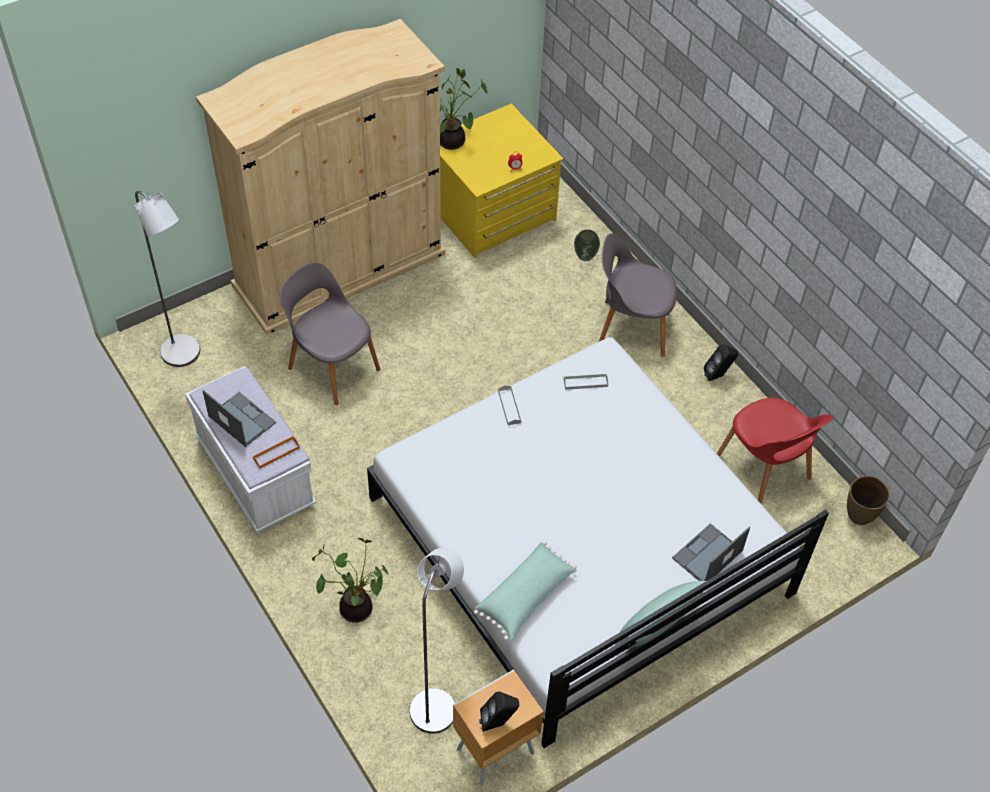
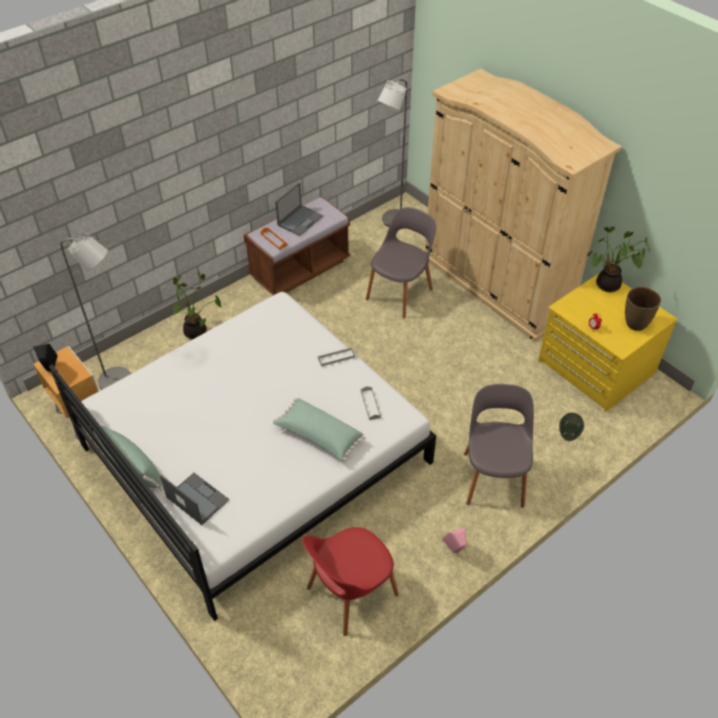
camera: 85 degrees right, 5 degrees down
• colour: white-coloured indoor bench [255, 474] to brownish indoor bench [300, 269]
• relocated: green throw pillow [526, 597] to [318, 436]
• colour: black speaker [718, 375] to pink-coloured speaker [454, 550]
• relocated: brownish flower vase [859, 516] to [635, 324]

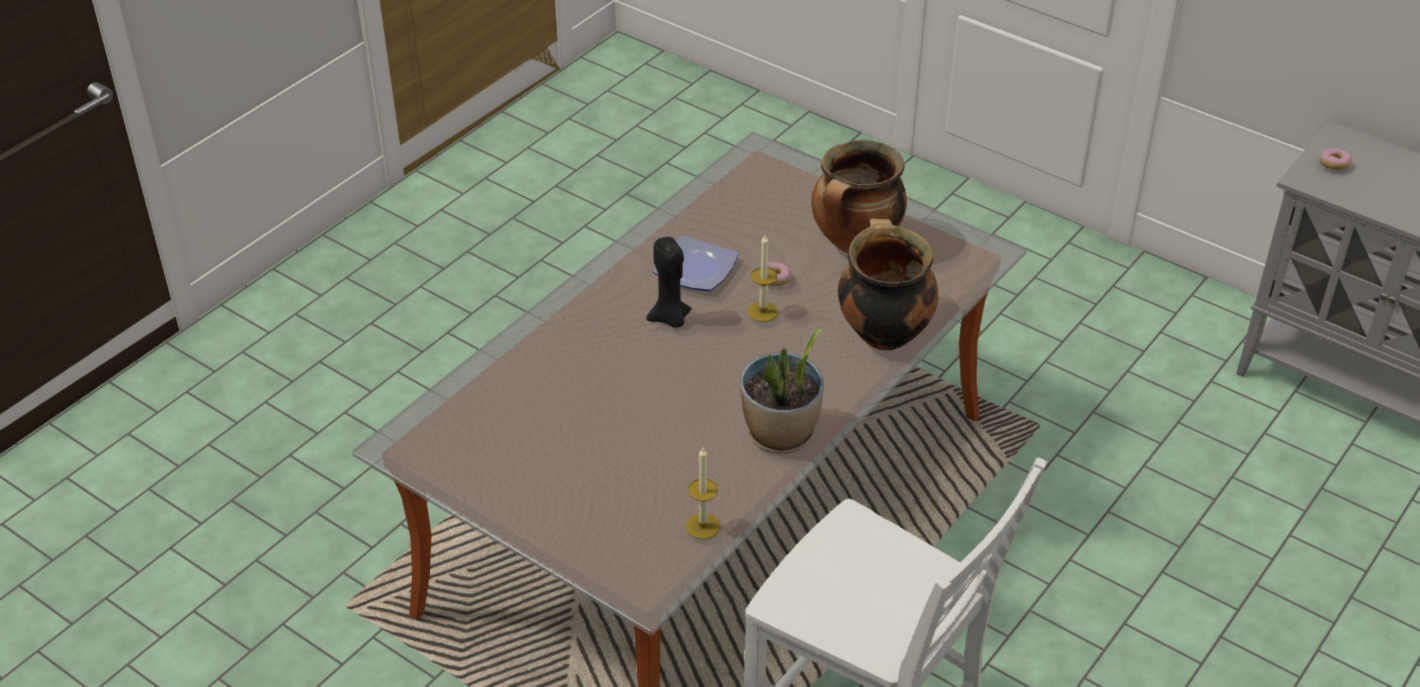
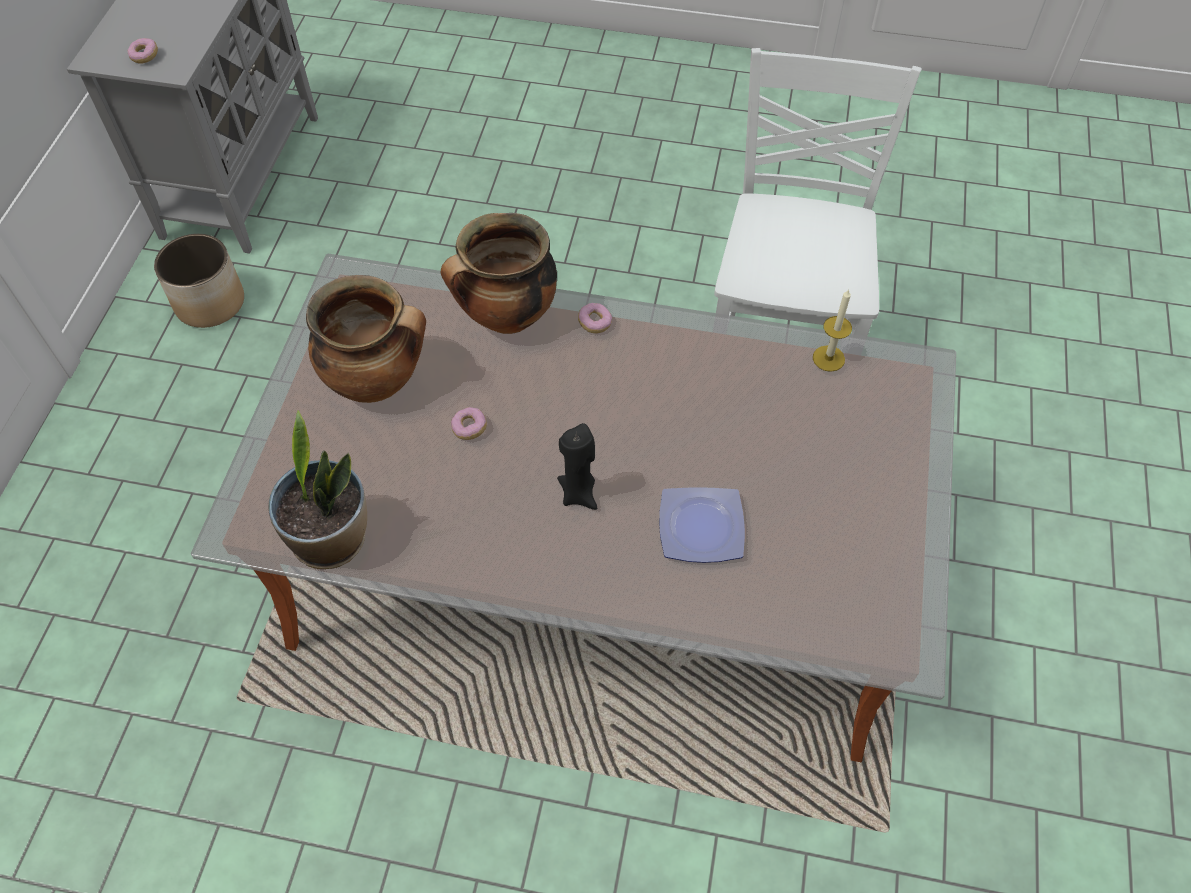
camera: 115 degrees left, 15 degrees up
• appeared: flower pot [210, 302]
• relocated: houseplant [780, 434] to [332, 539]
• appeared: doughnut [595, 323]
• relocated: dinner plate [695, 268] to [699, 529]
• missing: wax candle [763, 312]

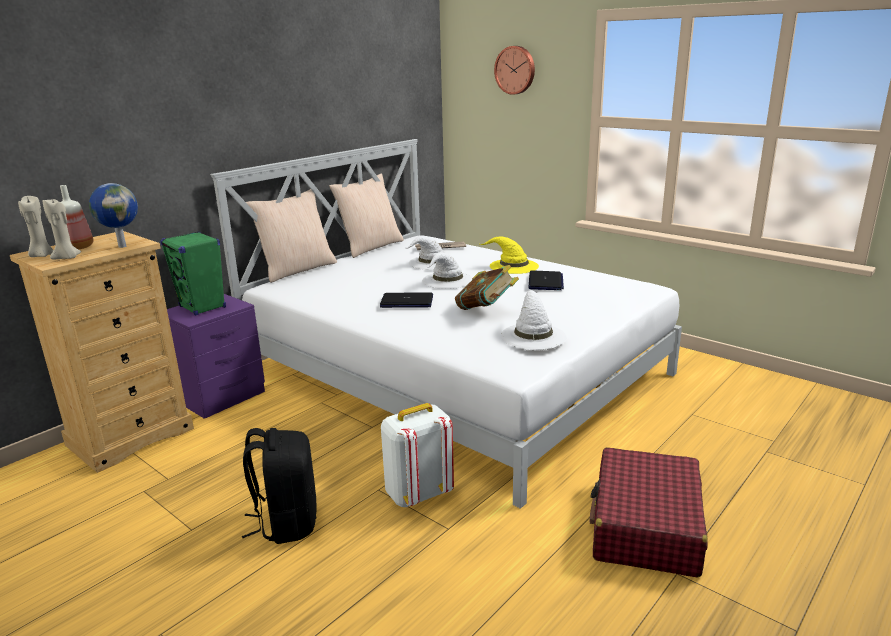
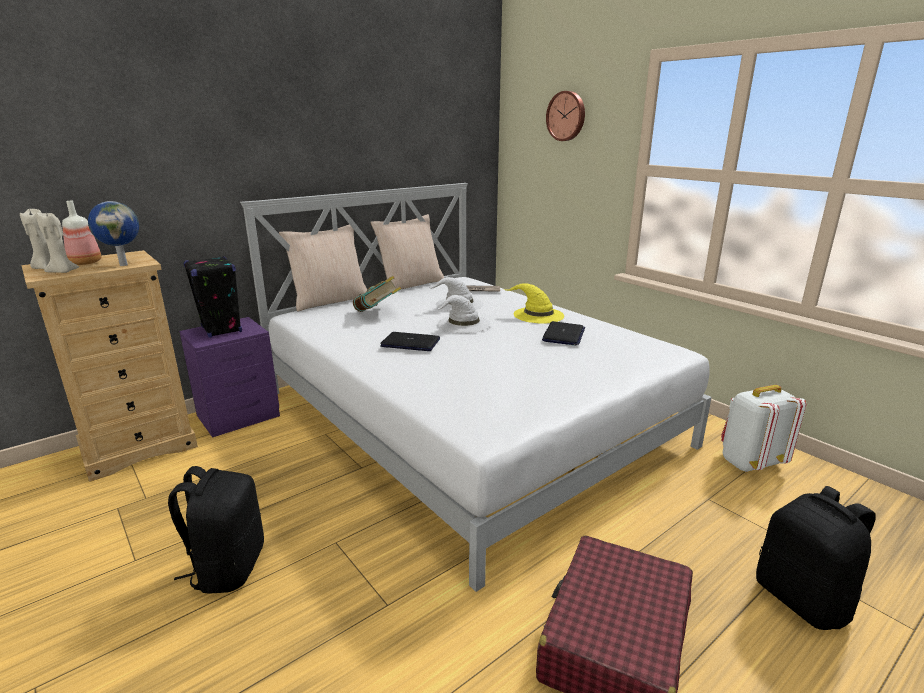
camera: 10 degrees right, 0 degrees up
• colour: green speaker [202, 307] to black speaker [221, 330]
• relocated: bound book [486, 310] to [377, 313]
• relocated: white-coloured backpack [418, 494] to [749, 462]
• appeared: black backpack [803, 599]
• missing: white-coloured clothing hat [532, 335]

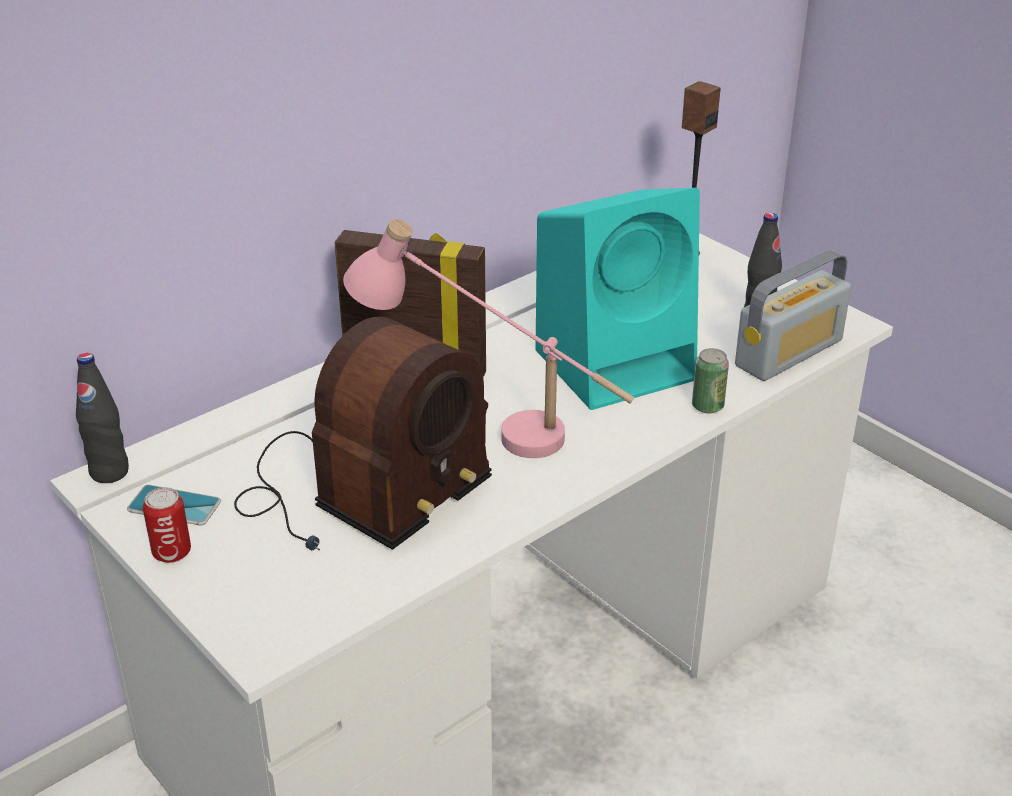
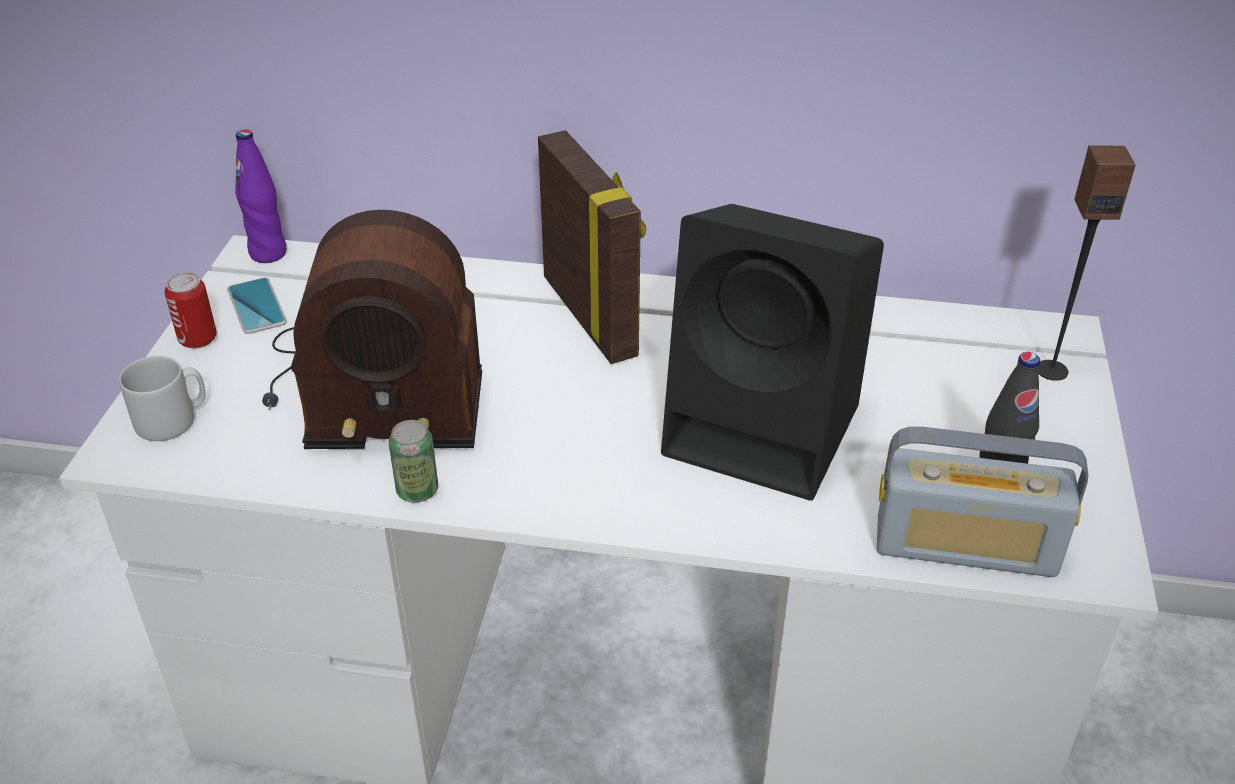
camera: 50 degrees right, 5 degrees up
• appeared: greyish mug [173, 420]
• colour: black bottle [109, 472] to purple bottle [268, 253]
• relocated: can [707, 406] to [417, 491]
• colour: turquoise speaker [617, 363] to black speaker [767, 430]
• missing: pink-coloured lamp for a table [488, 428]

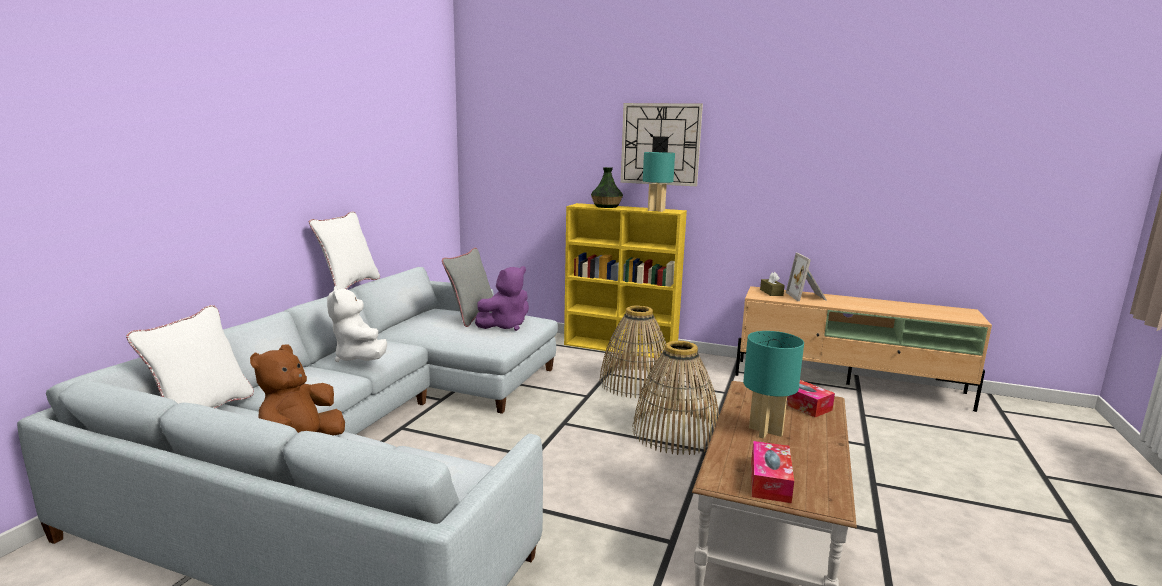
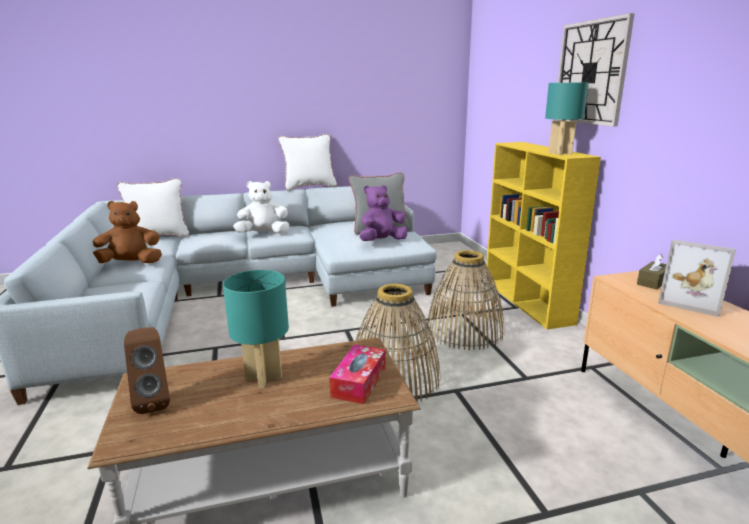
camera: 55 degrees right, 5 degrees up
• exchanged: box of tissues [770, 481] to brownish speaker [154, 401]
• spun: white-coloured plush toy [360, 358] = [263, 234] 45 degrees clockwise
• spun: purple plush toy [505, 326] = [382, 241] 135 degrees clockwise
• spun: picture frame [807, 297] = [691, 301] 105 degrees counterclockwise
• missing: flower vase [606, 206]

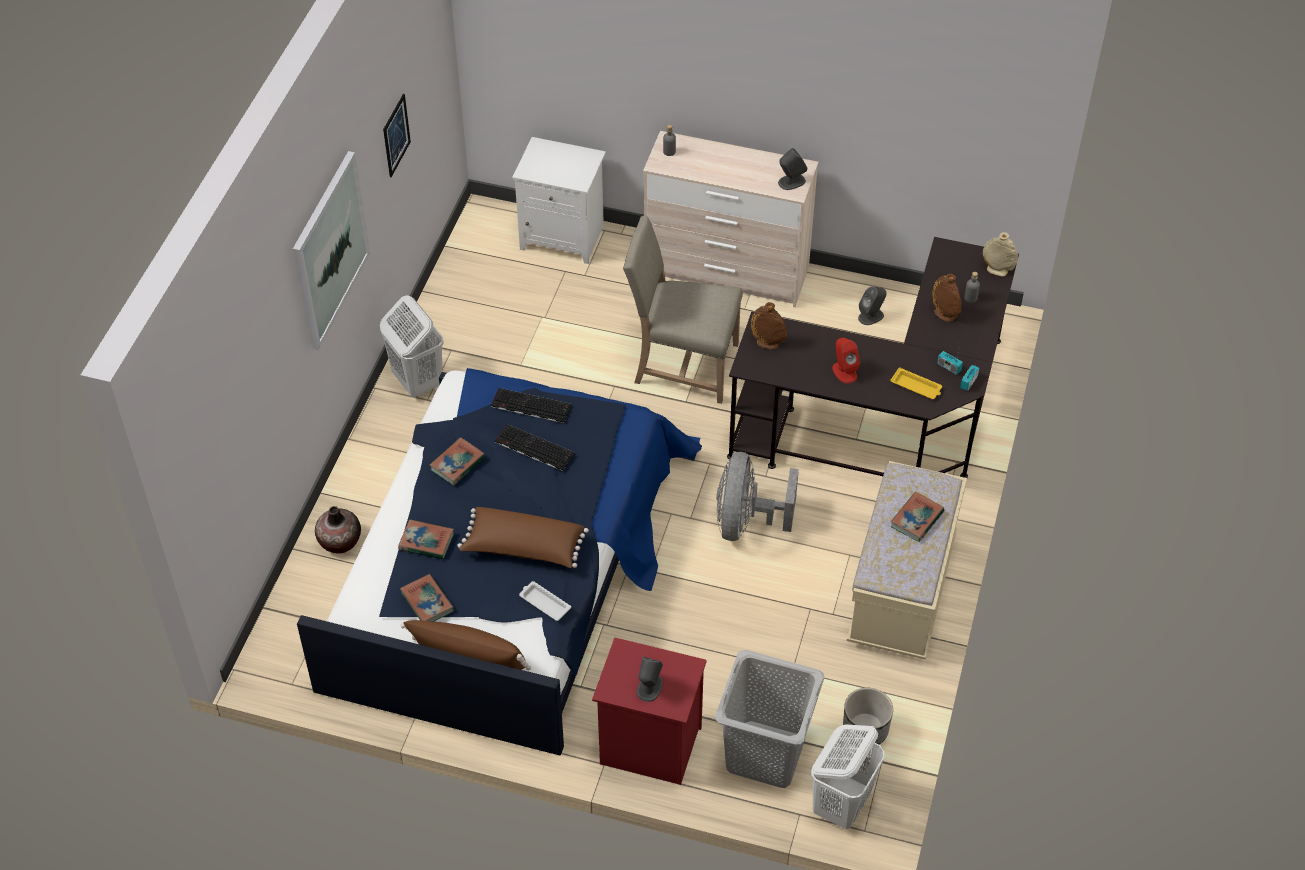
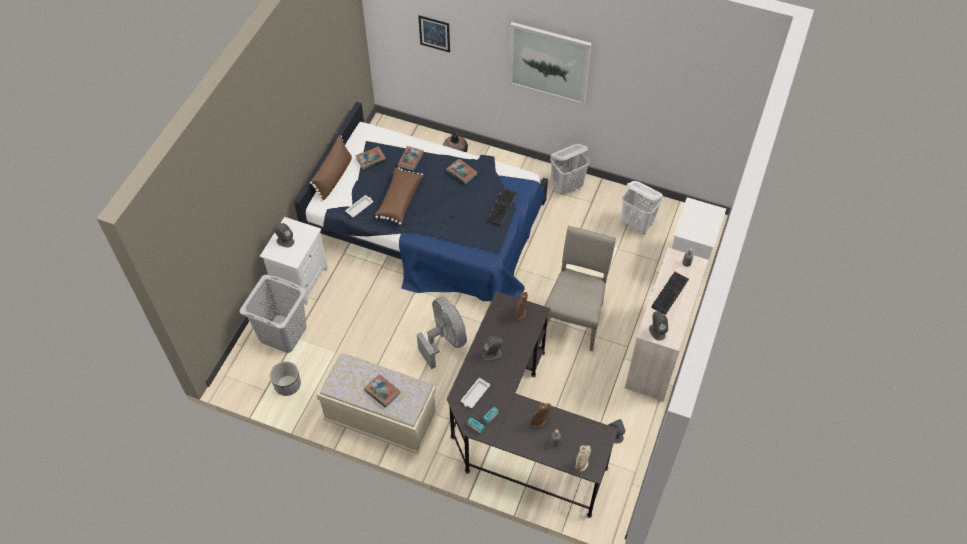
camera: 95 degrees right, 5 degrees up
• colour: red nightstand [647, 746] to white-coloured nightstand [300, 280]
• spun: greyish cooling fan [746, 522] = [444, 341] 45 degrees clockwise
• relocated: wall art [396, 135] to [434, 33]
• colour: yellowish tray [916, 387] to white-coloured tray [475, 394]
• colour: red speaker [844, 371] to greyish speaker [492, 354]
• relocated: white-coloured hamper [841, 804] to [637, 224]
• relocated: PC keyboard [533, 448] to [669, 292]

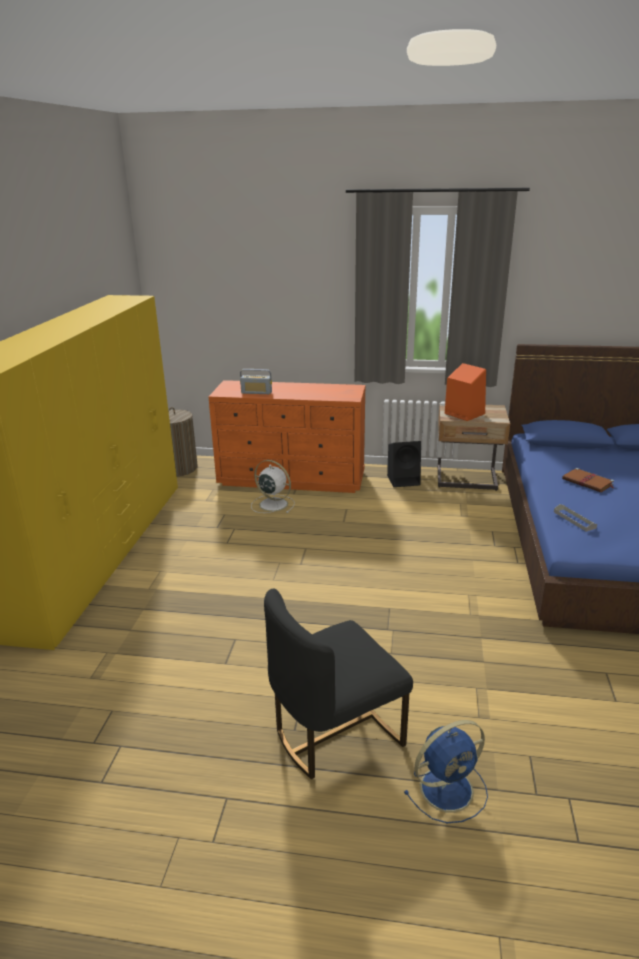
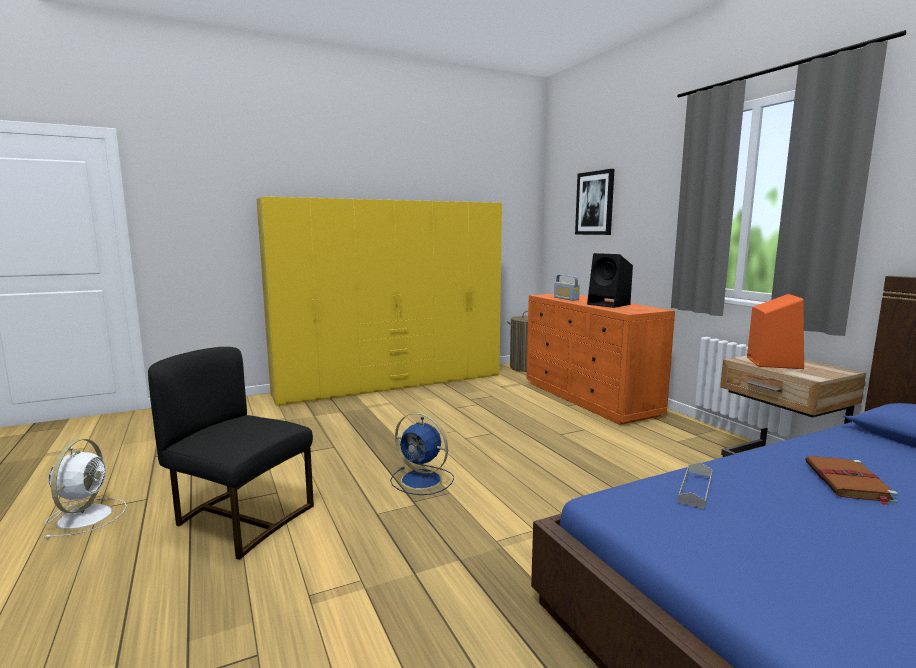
camera: 55 degrees right, 15 degrees down
• relocated: white-coloured cooling fan [272, 504] to [86, 516]
• relocated: bluish cooling fan [448, 788] to [423, 480]
• appeared: wall art [595, 203]
• relocated: black speaker [404, 480] to [609, 304]

